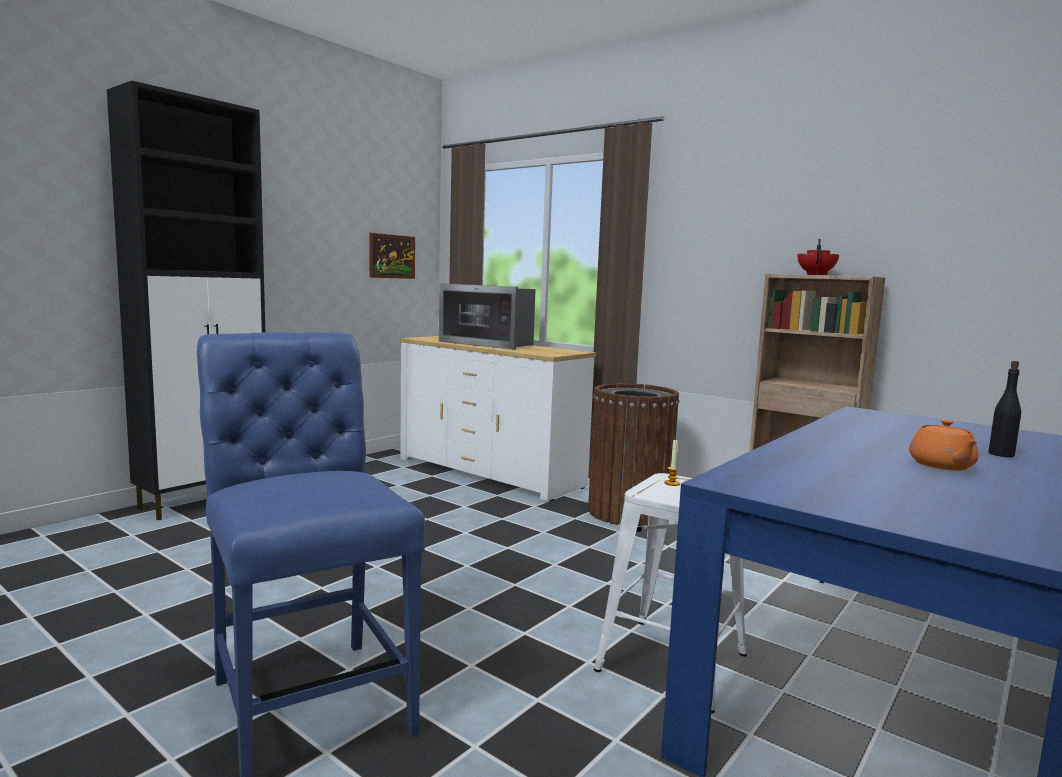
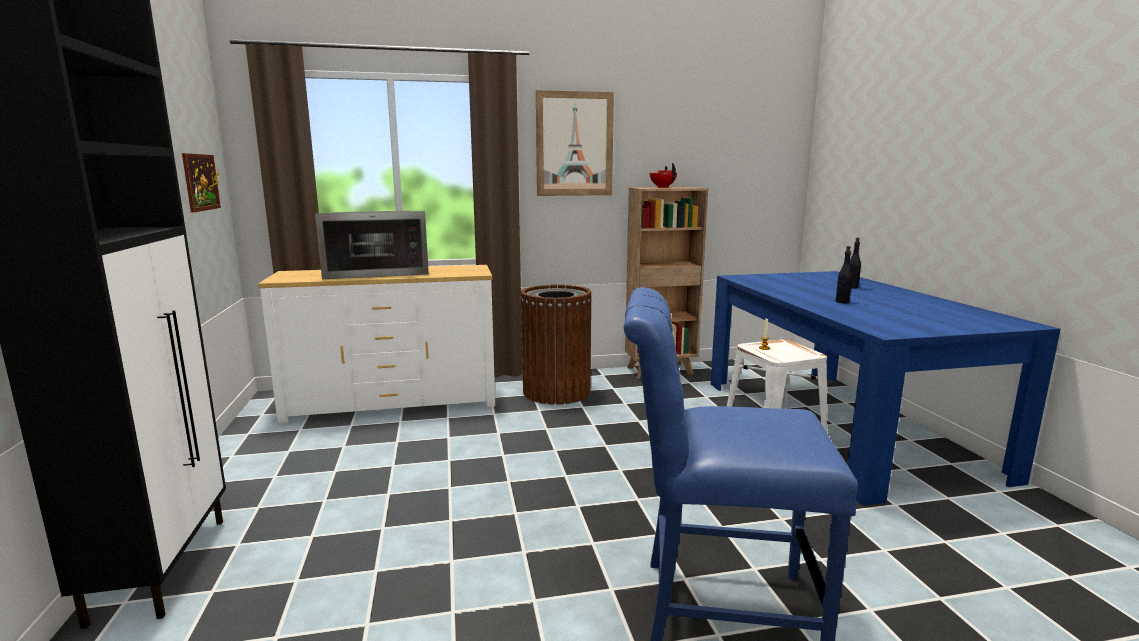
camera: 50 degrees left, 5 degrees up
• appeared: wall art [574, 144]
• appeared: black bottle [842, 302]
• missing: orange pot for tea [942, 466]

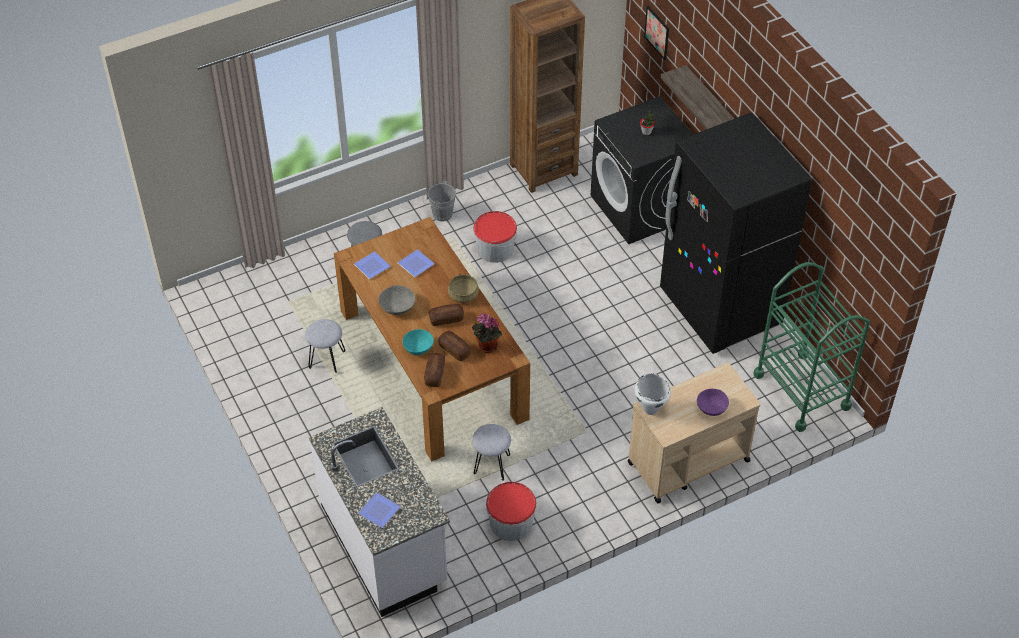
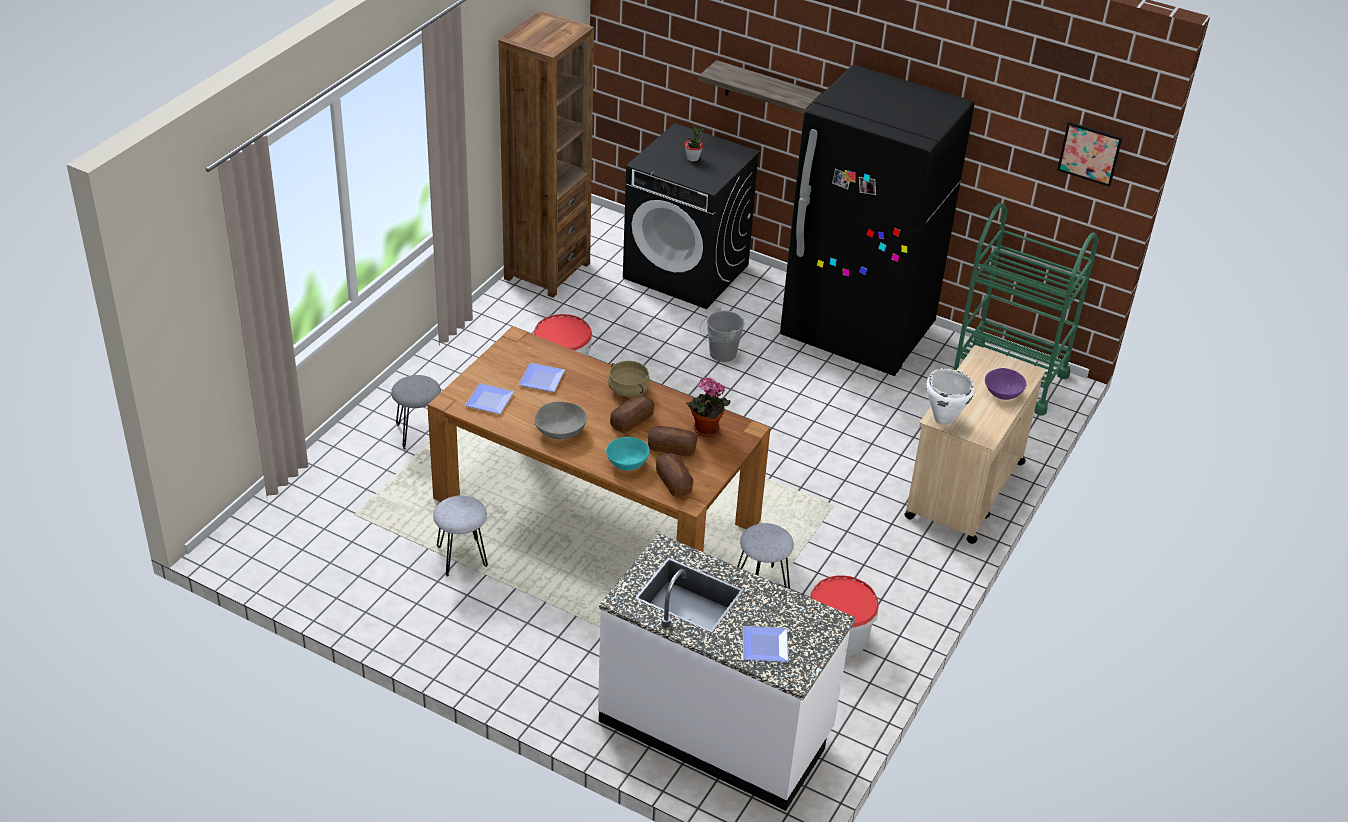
camera: 35 degrees left, 10 degrees down
• relocated: greyish bucket [440, 213] to [720, 354]
• relocated: wall art [657, 32] to [1089, 153]

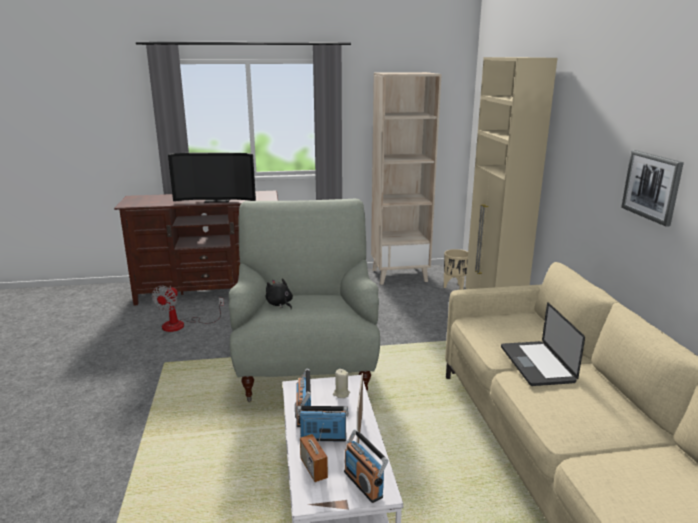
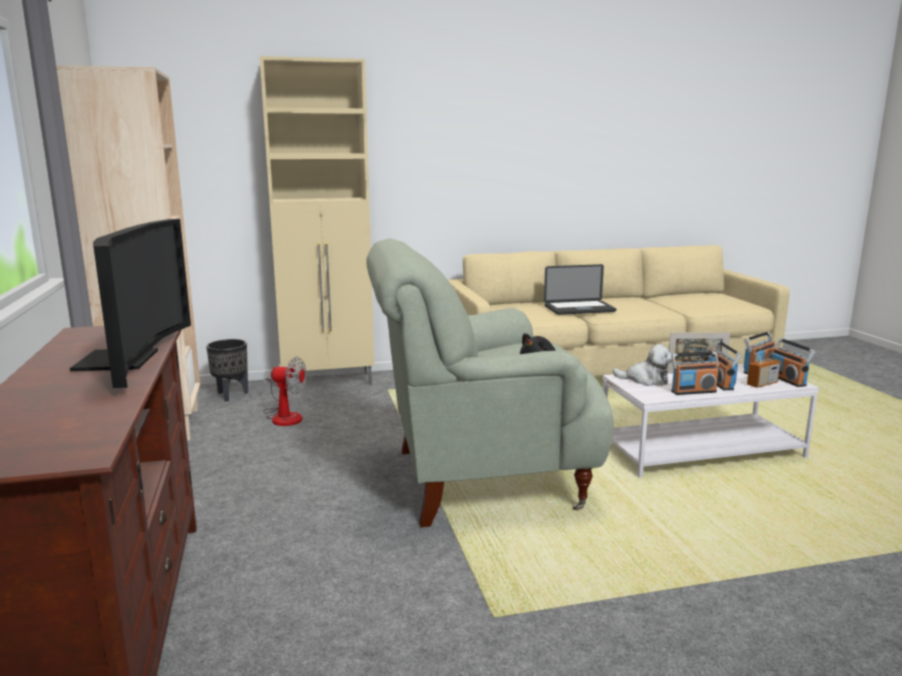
camera: 95 degrees left, 5 degrees down
• colour: sand-coloured flower pot [455, 287] to black flower pot [231, 395]
• relocated: cooling fan [181, 325] to [284, 416]
• exchanged: sand-coloured wax candle [341, 394] to plush toy [645, 380]
• appeared: radio receiver [787, 380]
• missing: wall art [652, 186]

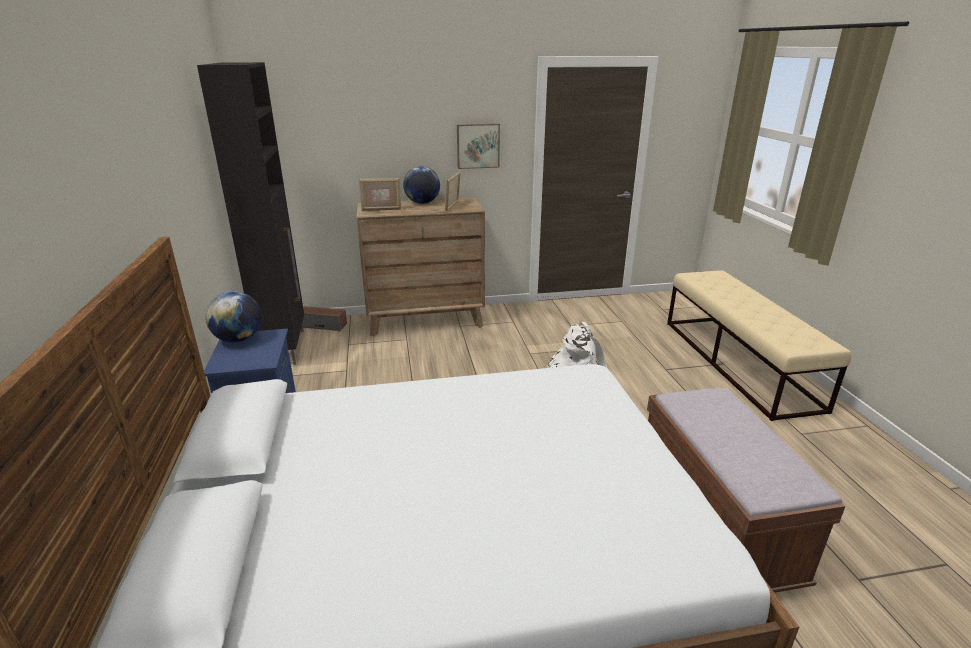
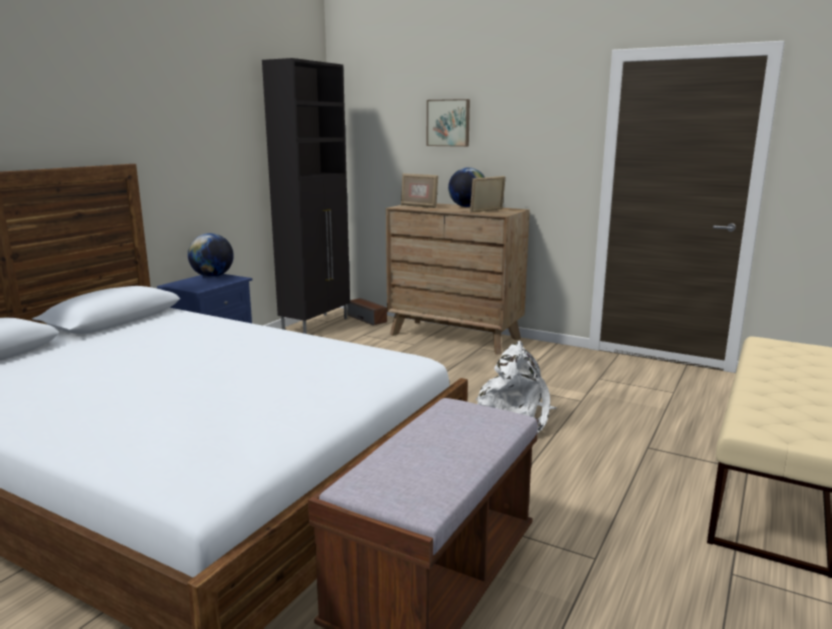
camera: 40 degrees right, 10 degrees down
• relocated: wall art [478, 145] to [448, 123]

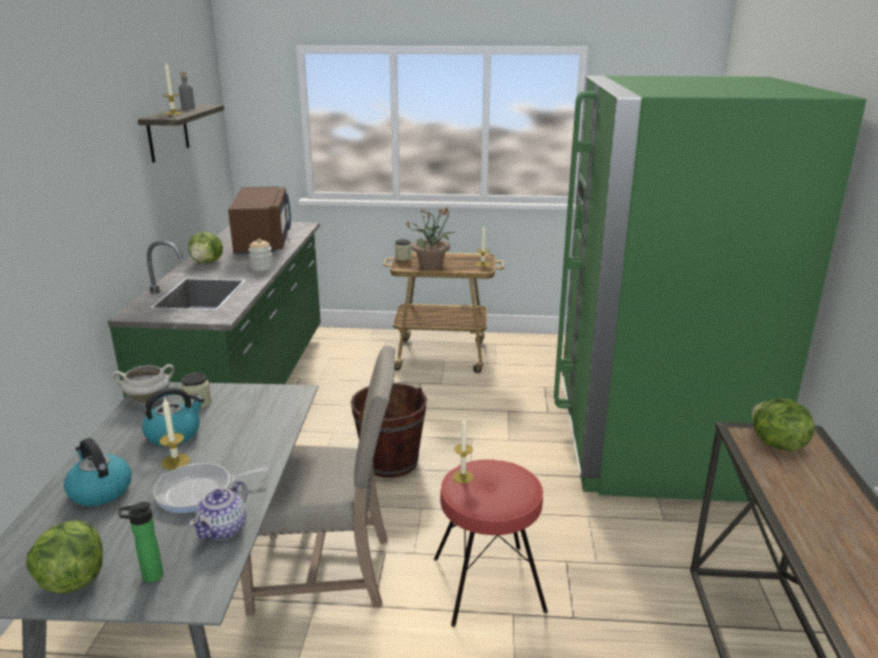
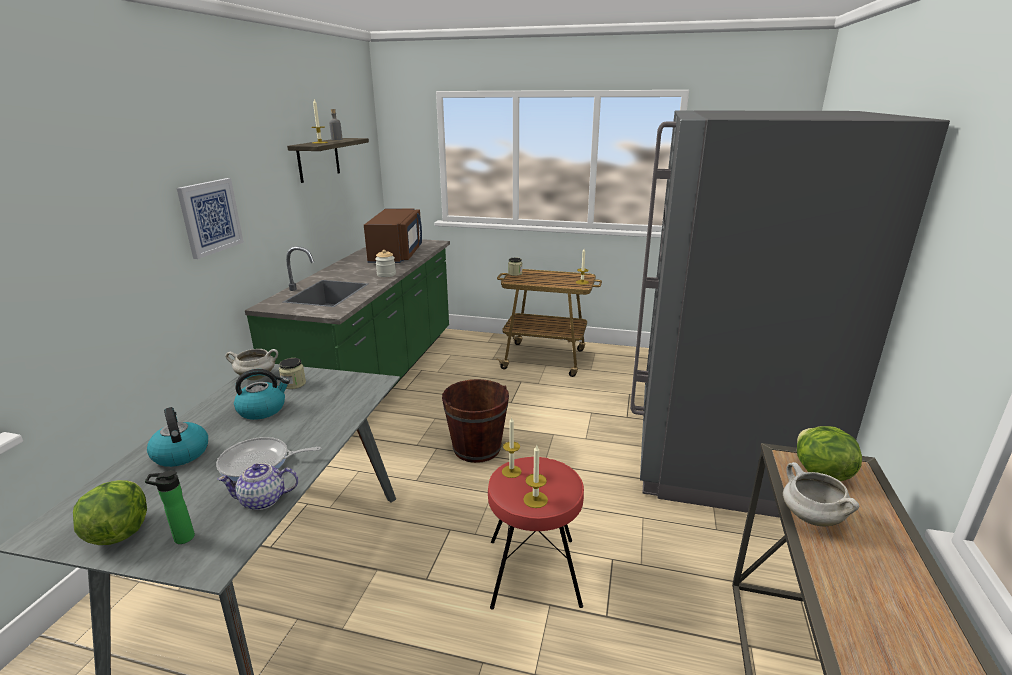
camera: 10 degrees right, 0 degrees up
• appeared: wall art [210, 217]
• spun: pot for tea [224, 529] = [263, 500] 45 degrees clockwise
• relocated: wax candle [175, 461] to [535, 499]
• colour: green refrigerator [653, 440] to greyish refrigerator [721, 451]
• appeared: white-coloured saucepot [810, 517]
• missing: lettuce head [207, 262]
• missing: sand-coloured chair [327, 571]
• missing: houseplant [431, 266]

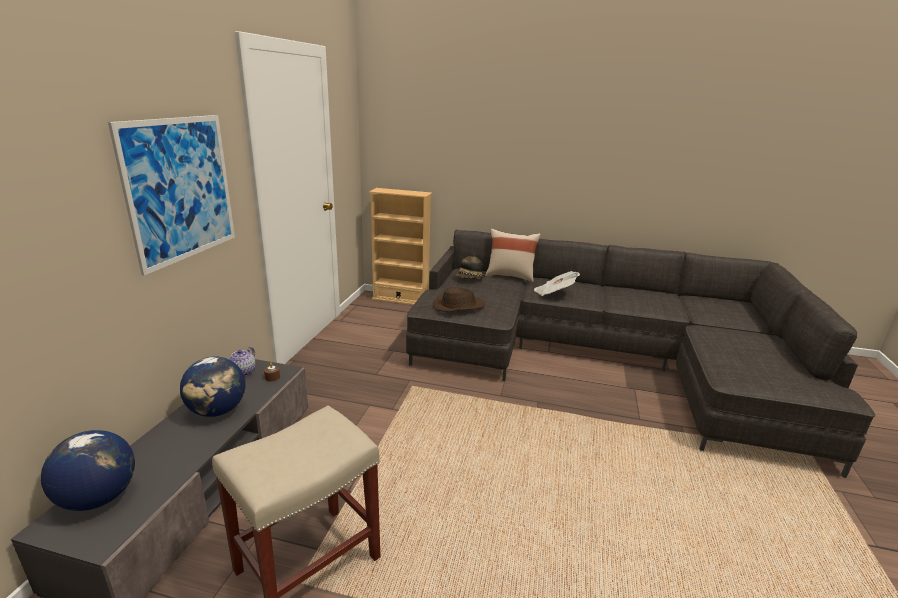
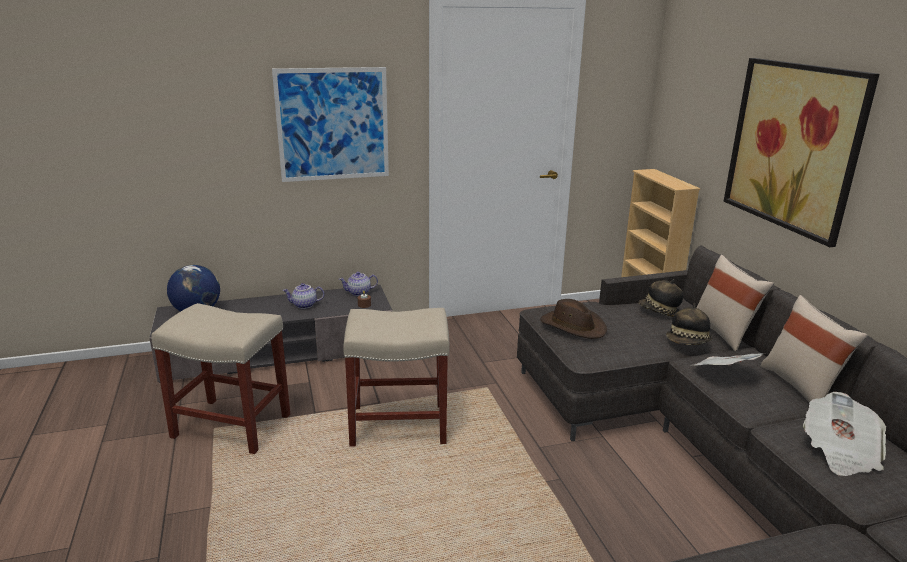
camera: 60 degrees right, 0 degrees up
• exchanged: desk globe [218, 411] to pot for tea [304, 305]
• appeared: sand-coloured stool seat [400, 424]
• appeared: clothing hat [688, 342]
• appeared: wall art [793, 146]
• appeared: sand-coloured throw pillow [801, 386]
• appeared: newspaper [839, 452]

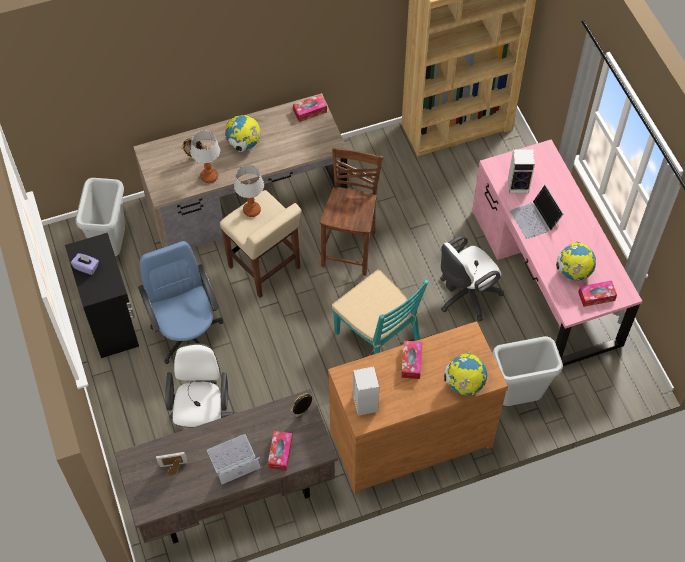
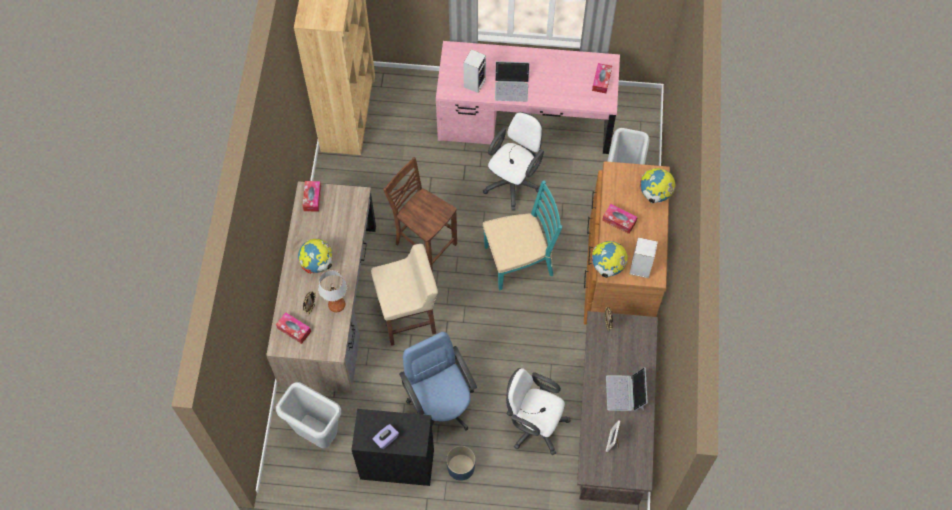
camera: 65 degrees left, 5 degrees up
• relocated: box of tissues [280, 453] to [294, 330]
• spun: bluish office chair [187, 333] = [441, 405] 60 degrees clockwise
• appeared: bluish flower pot [461, 467]
• spun: white-coloured office chair [465, 296] = [514, 182] 135 degrees counterclockwise
• relocated: desk globe [573, 272] to [607, 266]
• missing: lamp for a table [251, 210]

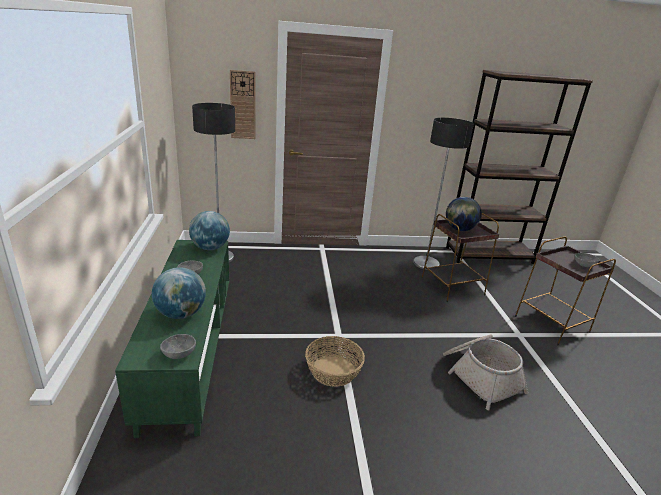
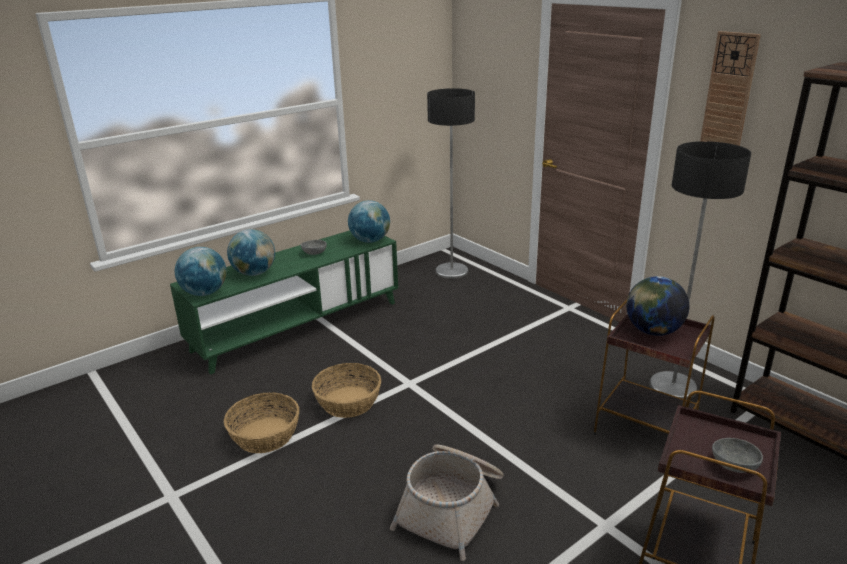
camera: 60 degrees right, 0 degrees up
• exchanged: greyish bowl [178, 353] to desk globe [205, 293]
• appeared: basket [265, 435]
• relocated: wall clock [243, 105] to [729, 91]

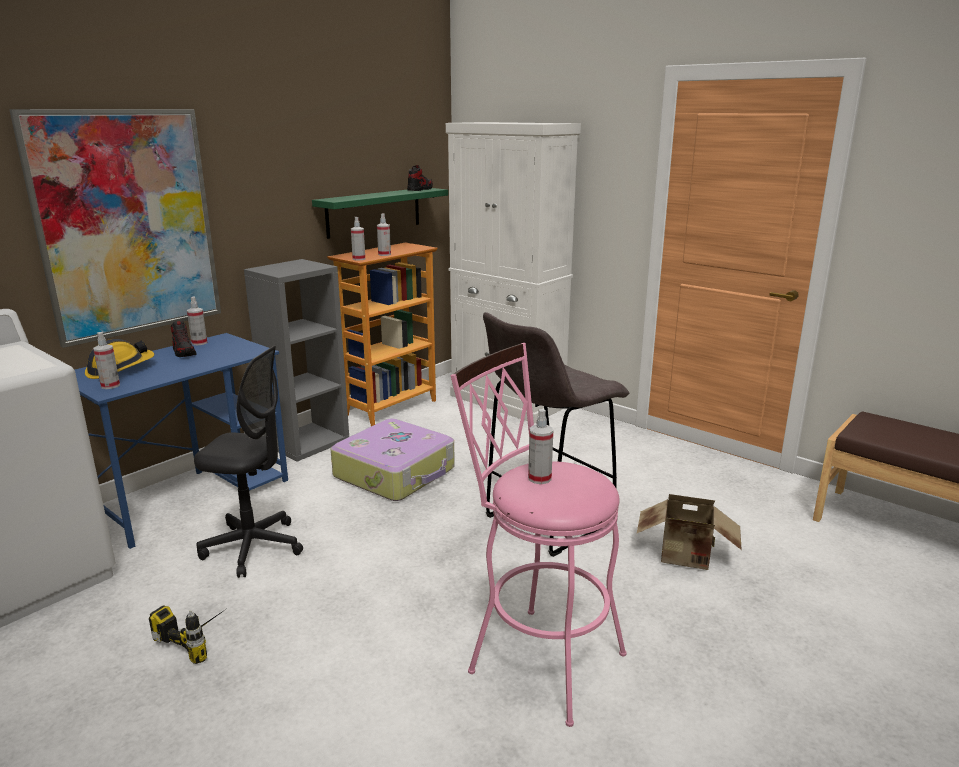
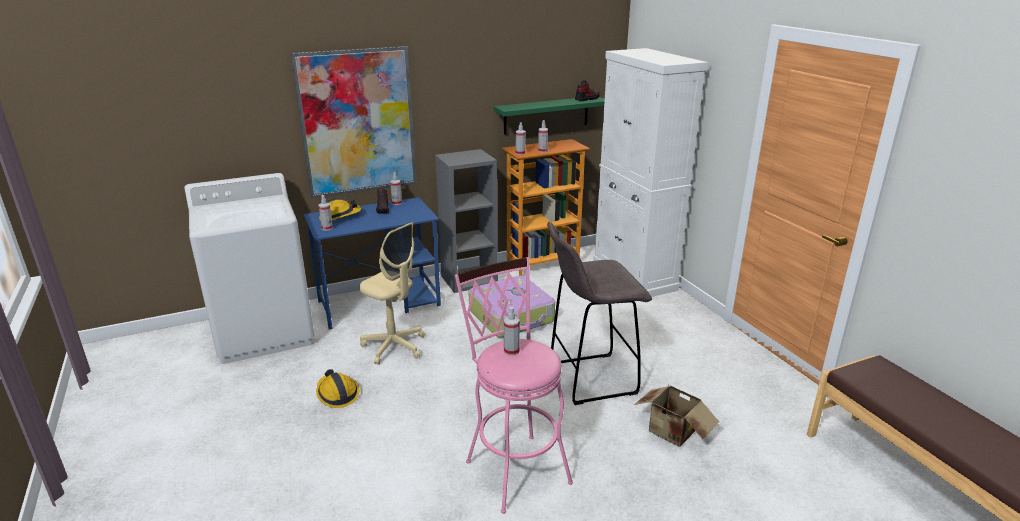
camera: 25 degrees right, 5 degrees up
• exchanged: power drill [202, 637] to hard hat [337, 394]
• colour: black office chair [253, 547] to sand-coloured office chair [394, 346]

